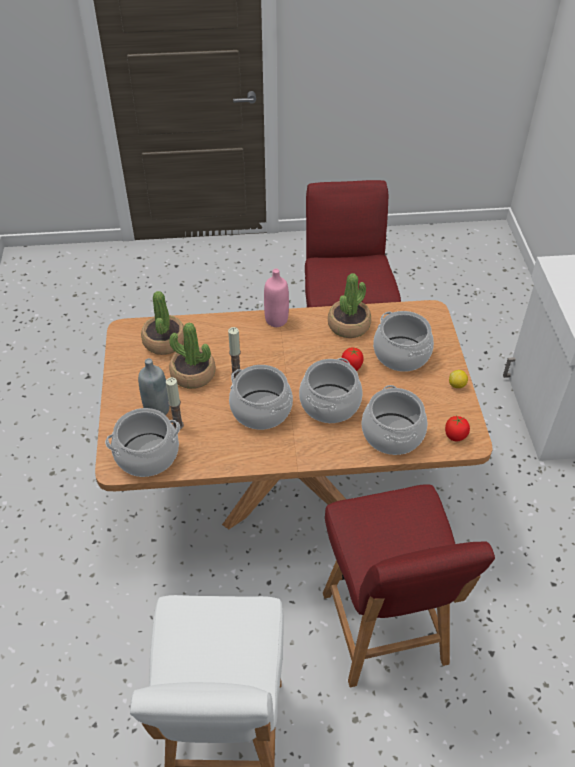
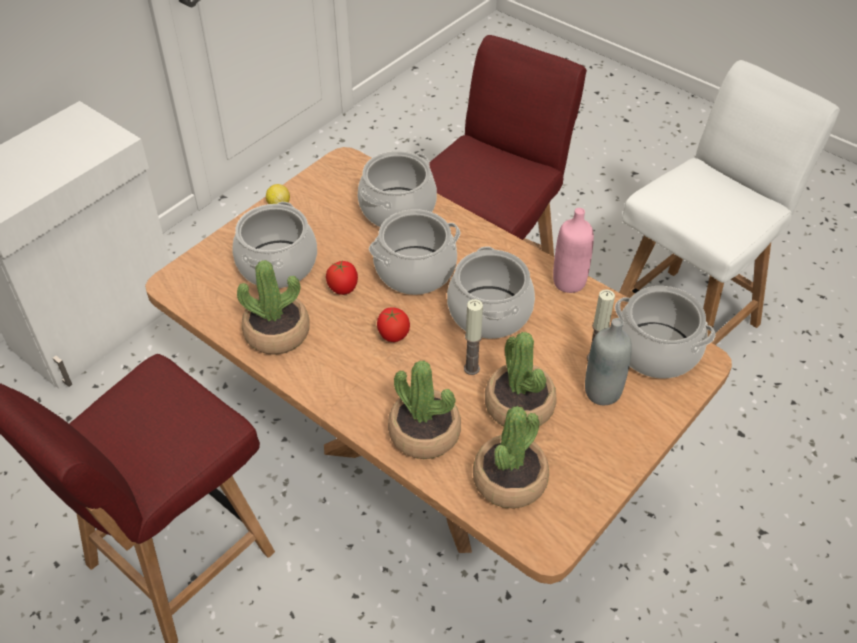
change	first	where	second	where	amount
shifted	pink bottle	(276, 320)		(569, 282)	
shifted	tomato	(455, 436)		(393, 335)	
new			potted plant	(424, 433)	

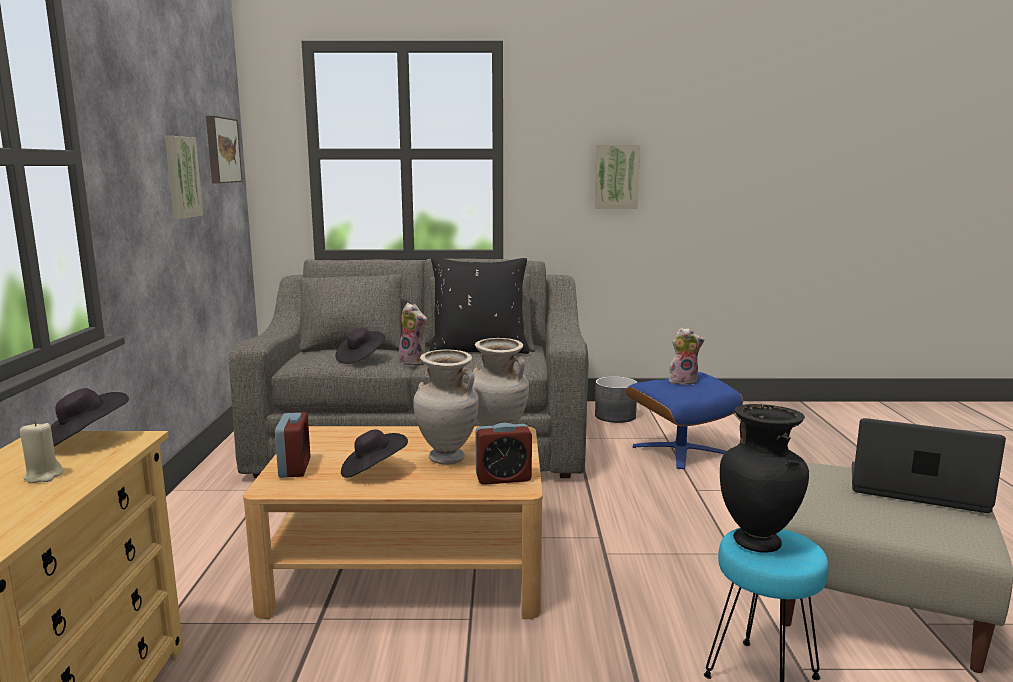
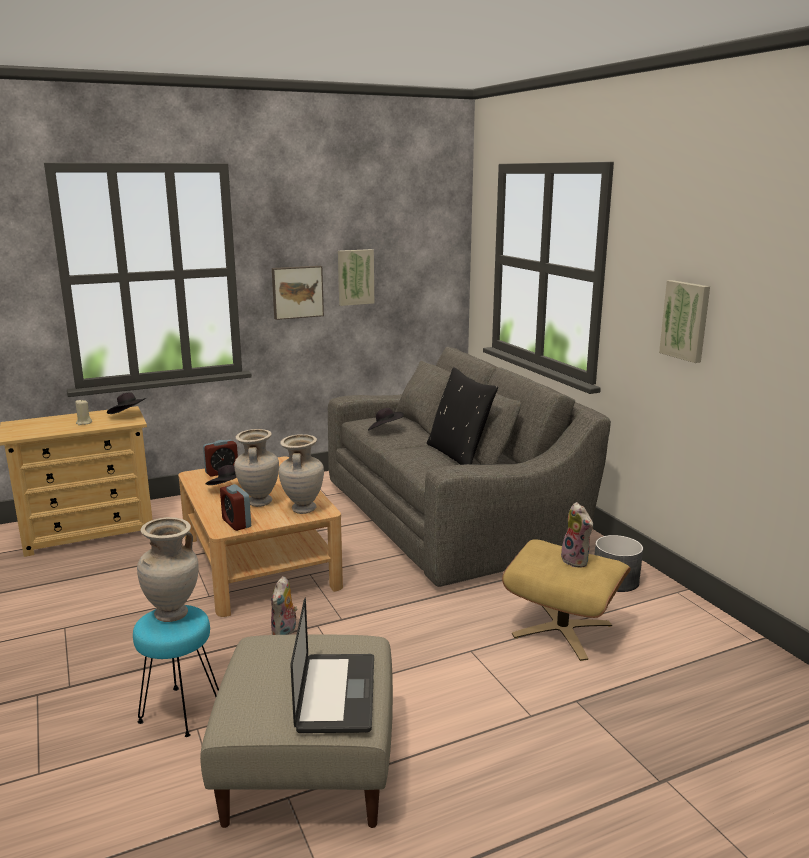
change	first	where	second	where	amount
shifted	picture	(221, 150)		(297, 292)	
shifted	plush toy	(415, 362)		(285, 633)	
repainted	blue ottoman	(680, 450)	beige ottoman	(562, 629)	
repainted	black vase	(758, 542)	beige vase	(173, 615)	

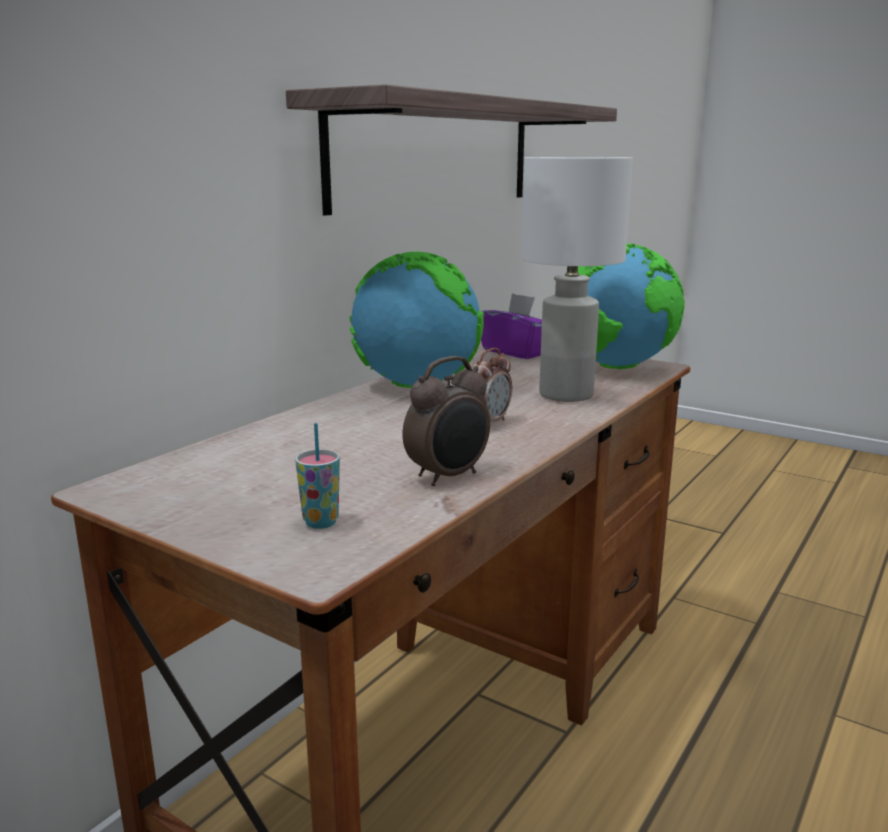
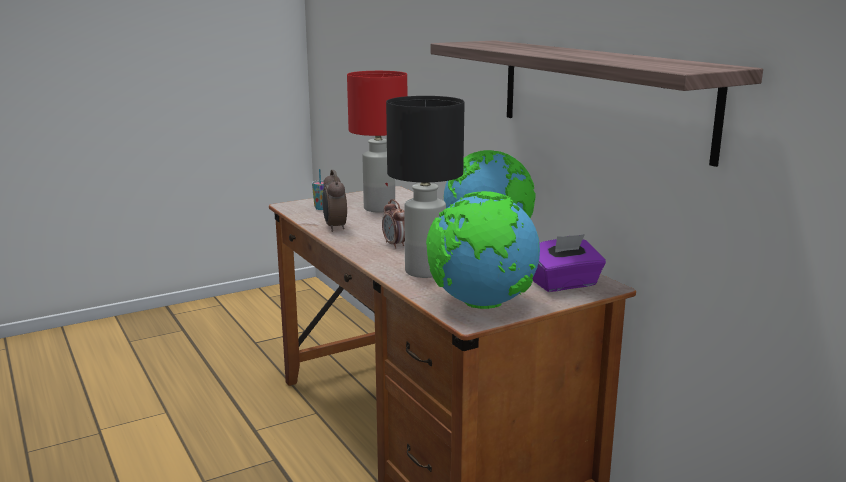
change	first	where	second	where	amount
repainted	white table lamp	(567, 395)	black table lamp	(424, 272)	
new			red table lamp	(379, 208)	

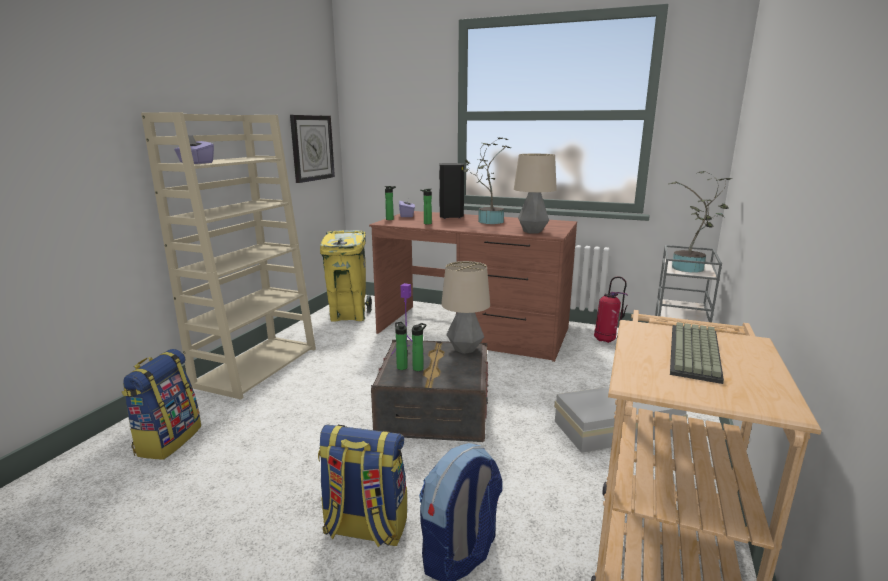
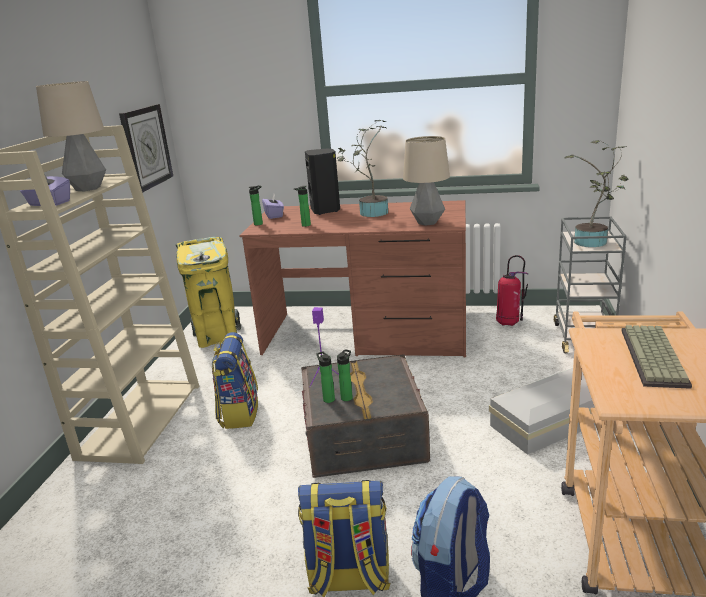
change	first	where	second	where	amount
shifted	table lamp	(464, 349)		(87, 188)	
shifted	backpack	(168, 440)		(239, 413)	

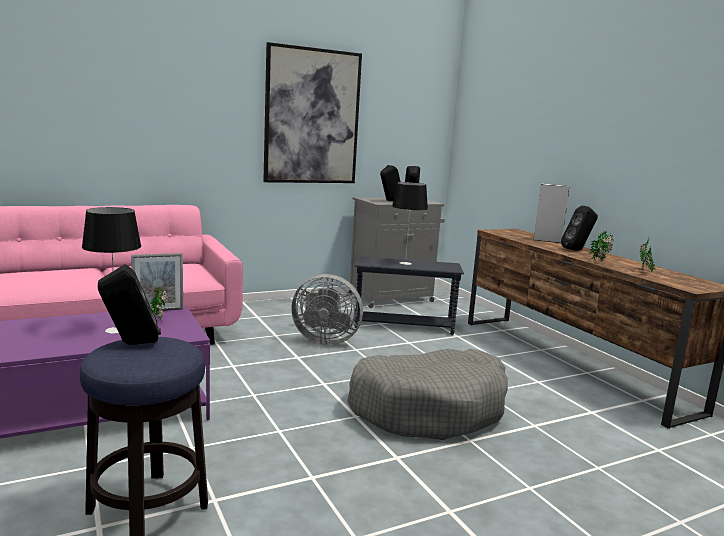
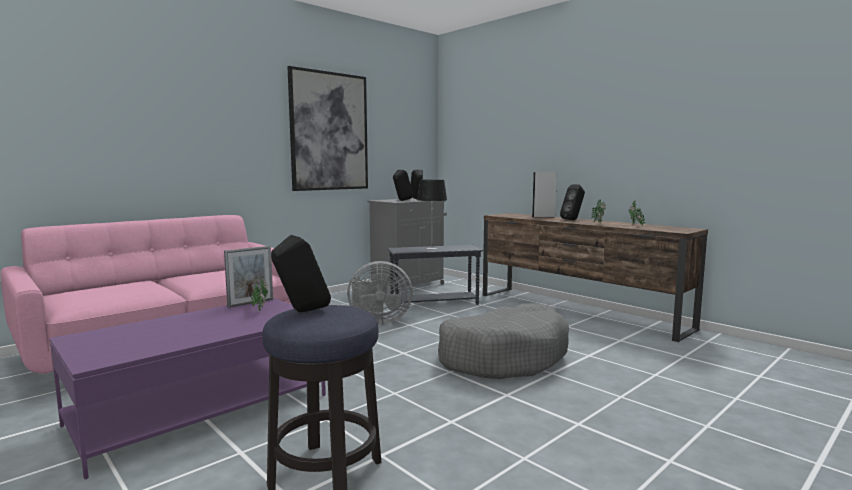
change	first	where	second	where	amount
gone	table lamp	(115, 330)			

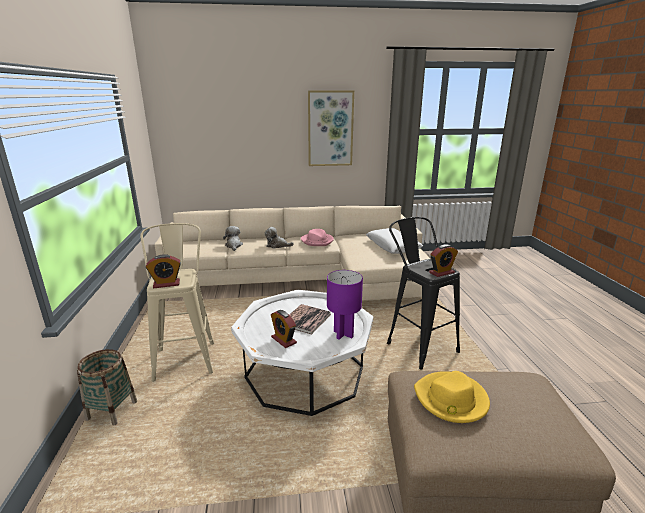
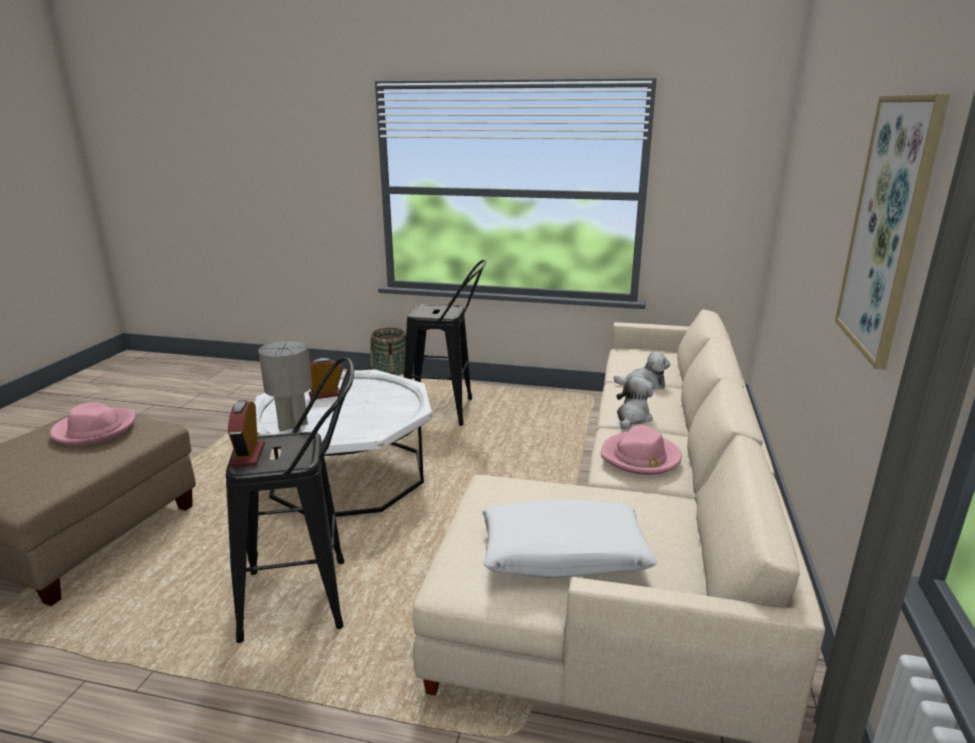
change	first	where	second	where	amount
repainted	beige stool	(186, 356)	black stool	(447, 411)	
gone	alarm clock	(166, 284)			
repainted	purple table lamp	(343, 334)	grey table lamp	(293, 426)	
gone	book	(305, 319)			
repainted	yellow hat	(451, 399)	pink hat	(95, 429)	

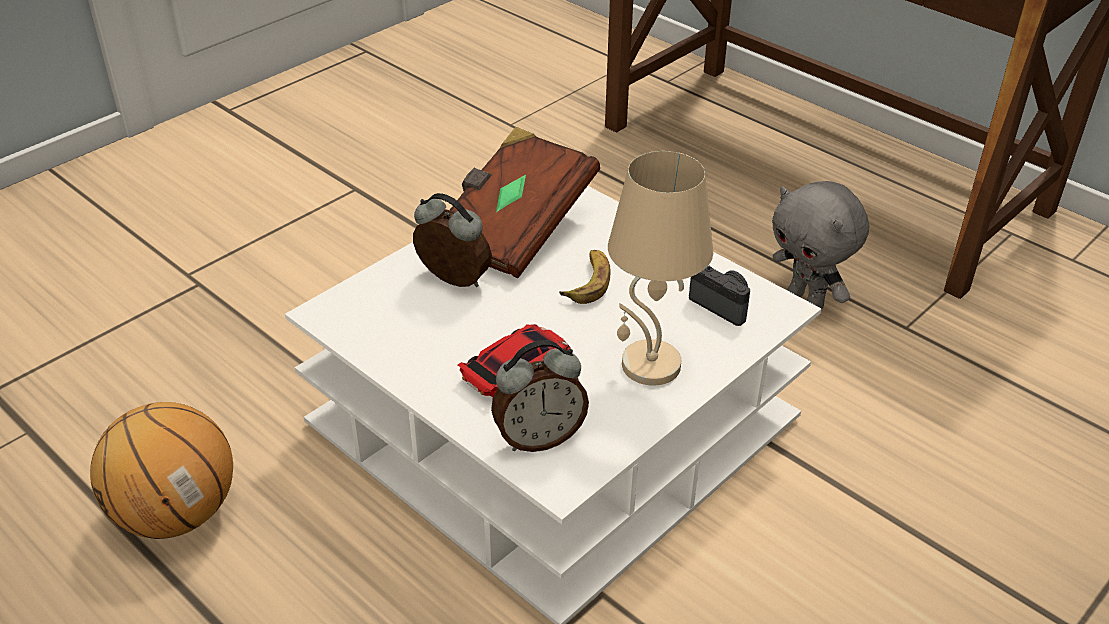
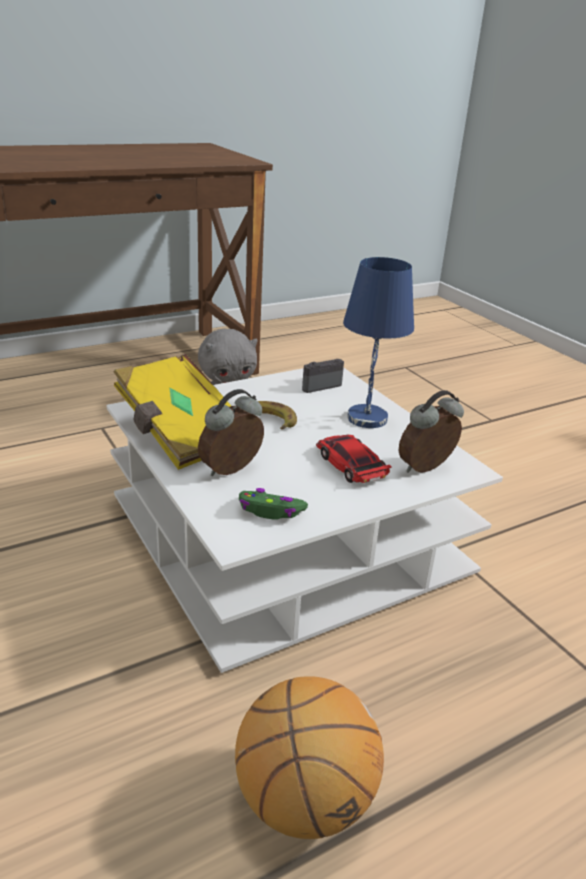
change	first	where	second	where	amount
repainted	brown book	(514, 228)	yellow book	(180, 433)	
repainted	beige table lamp	(649, 366)	blue table lamp	(367, 419)	
rotated	alarm clock	(539, 438)		(426, 469)	120 degrees counterclockwise
new			green game controller	(271, 511)	

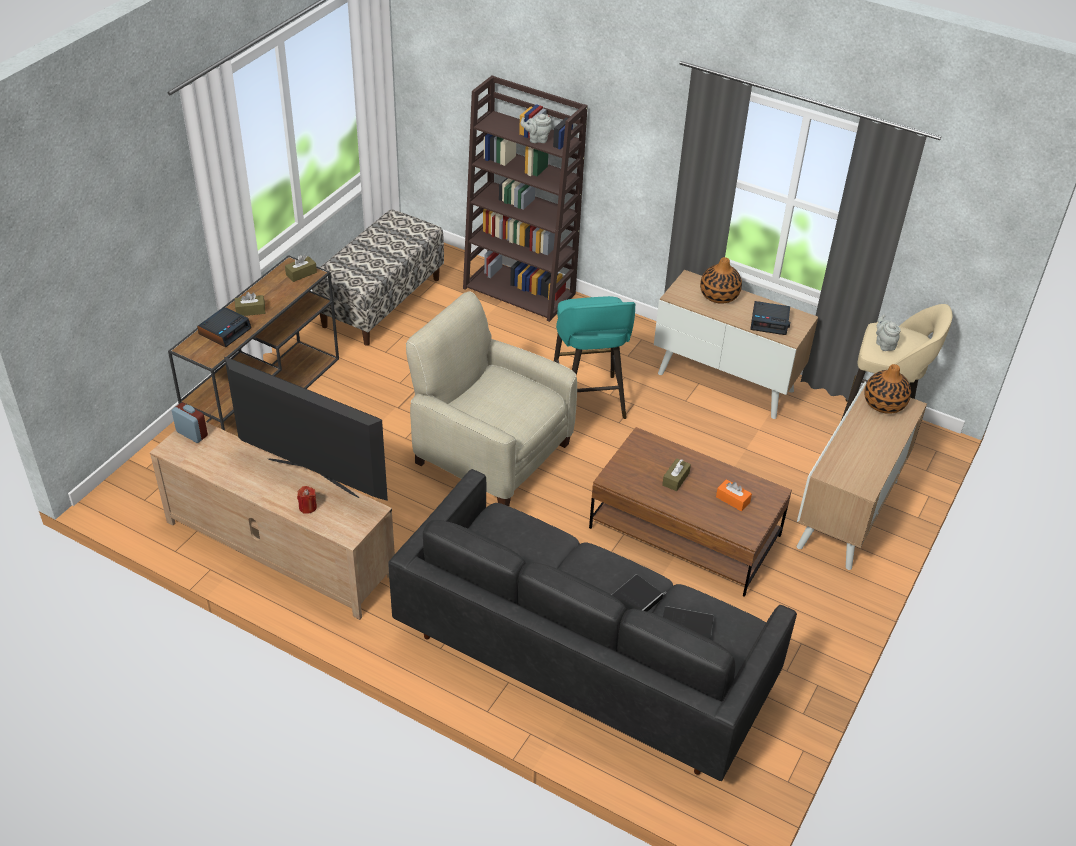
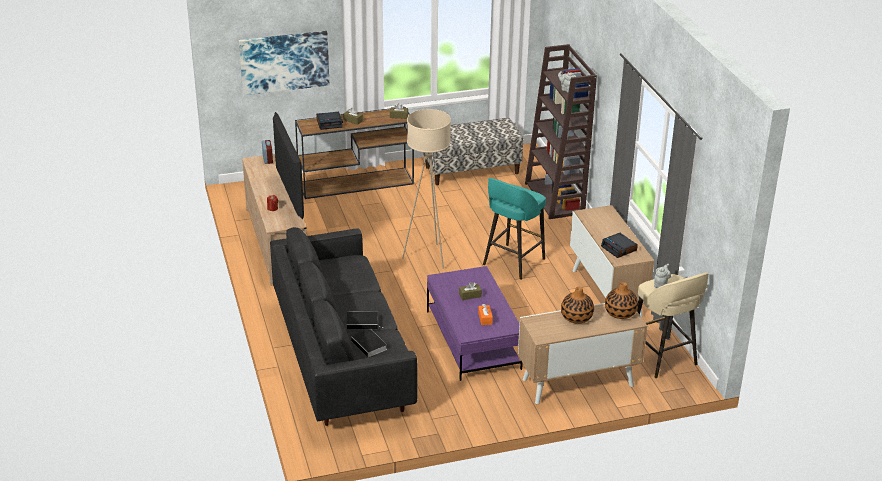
change	first	where	second	where	amount
shifted	vase	(719, 295)		(576, 317)	
swapped	beige armchair	(491, 452)	beige floor lamp	(427, 257)	
repainted	brown coffee table	(684, 532)	purple coffee table	(472, 339)	
new			picture	(284, 62)	

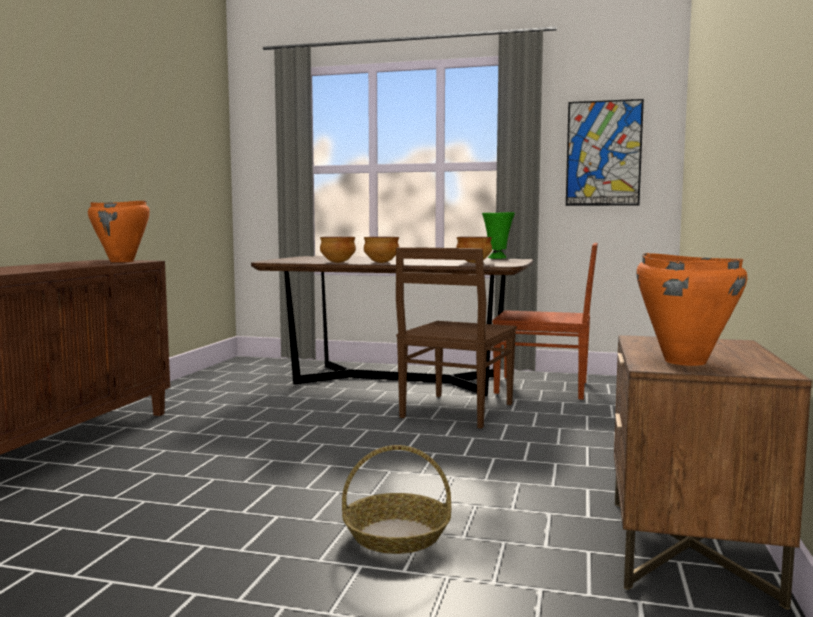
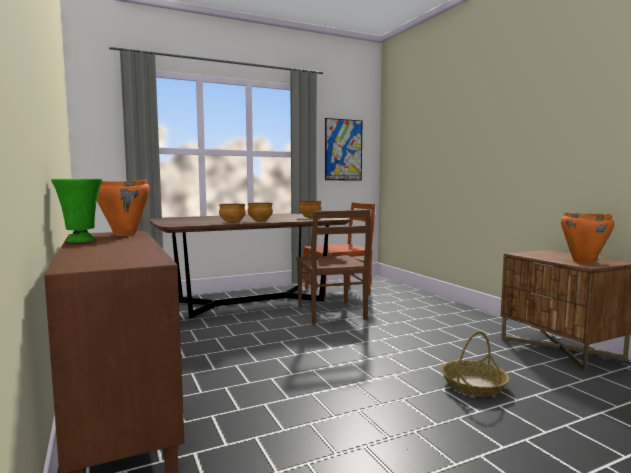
change	first	where	second	where	amount
shifted	green vase	(497, 258)		(81, 241)	

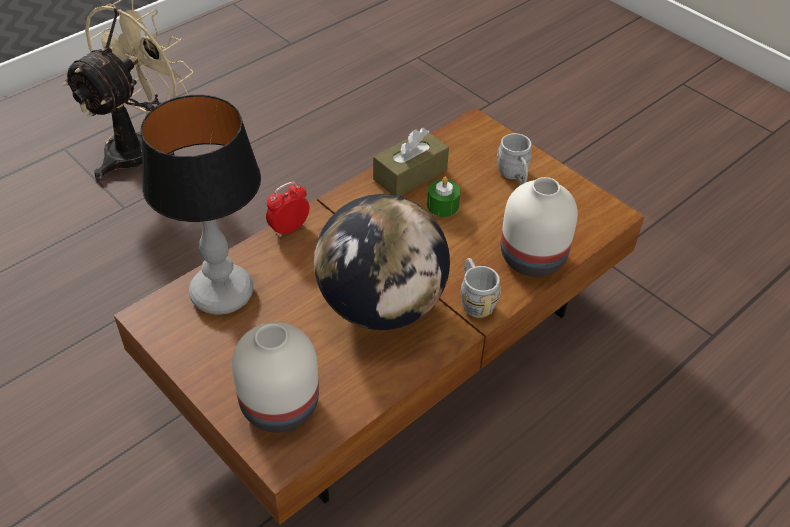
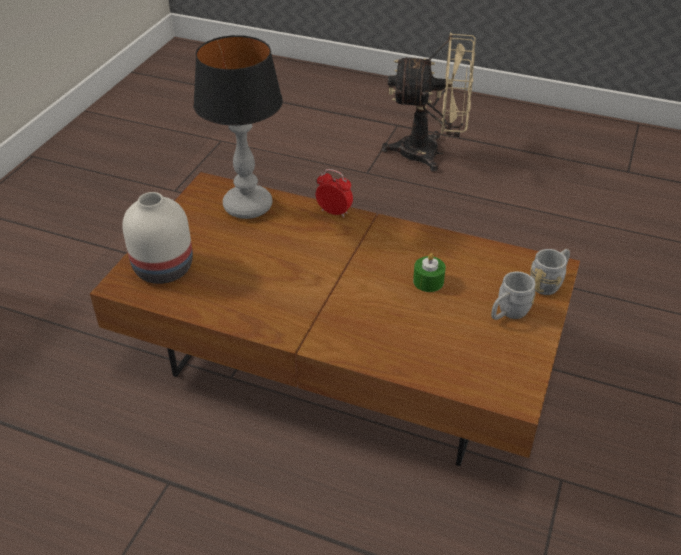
change	first	where	second	where	amount
gone	brown tissue box	(410, 174)			
gone	white vase	(532, 256)			
gone	globe	(381, 306)			
shifted	grey mug	(474, 300)		(549, 283)	

